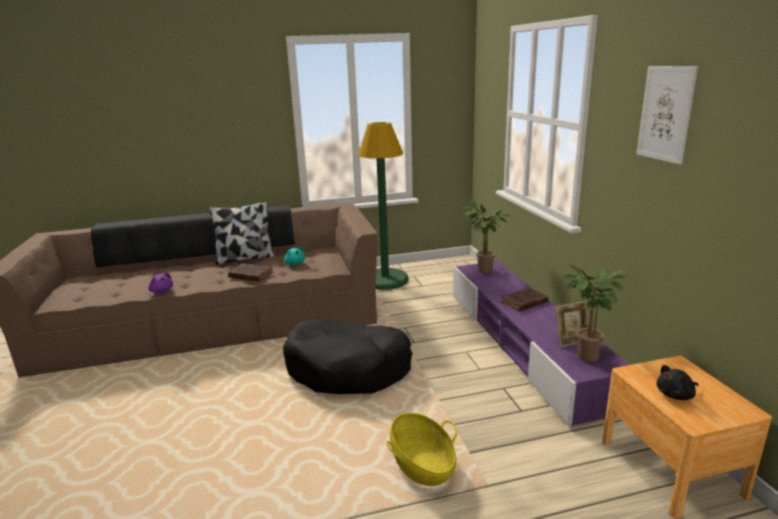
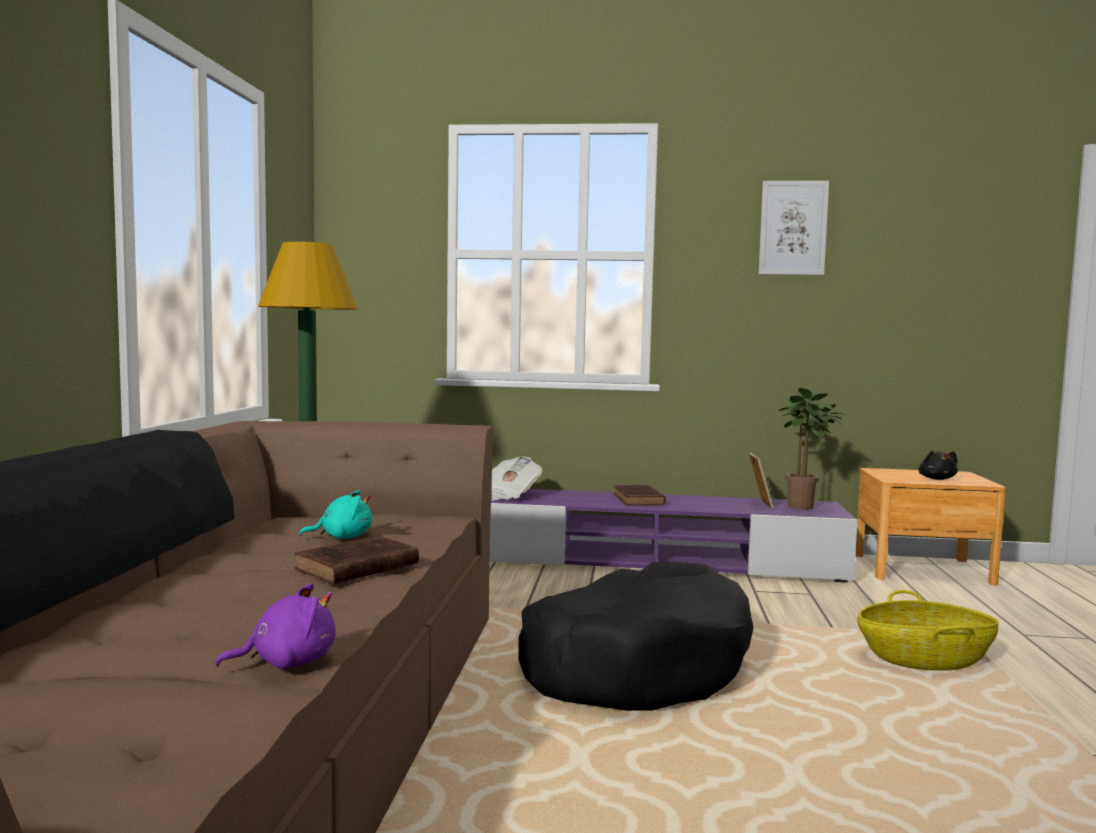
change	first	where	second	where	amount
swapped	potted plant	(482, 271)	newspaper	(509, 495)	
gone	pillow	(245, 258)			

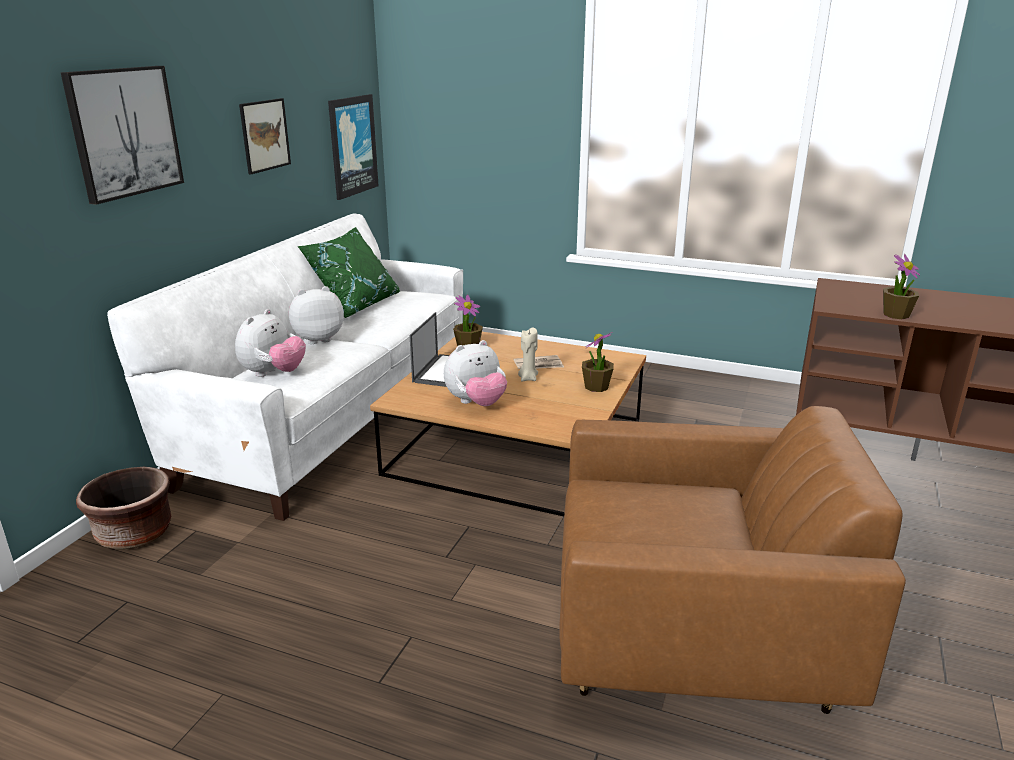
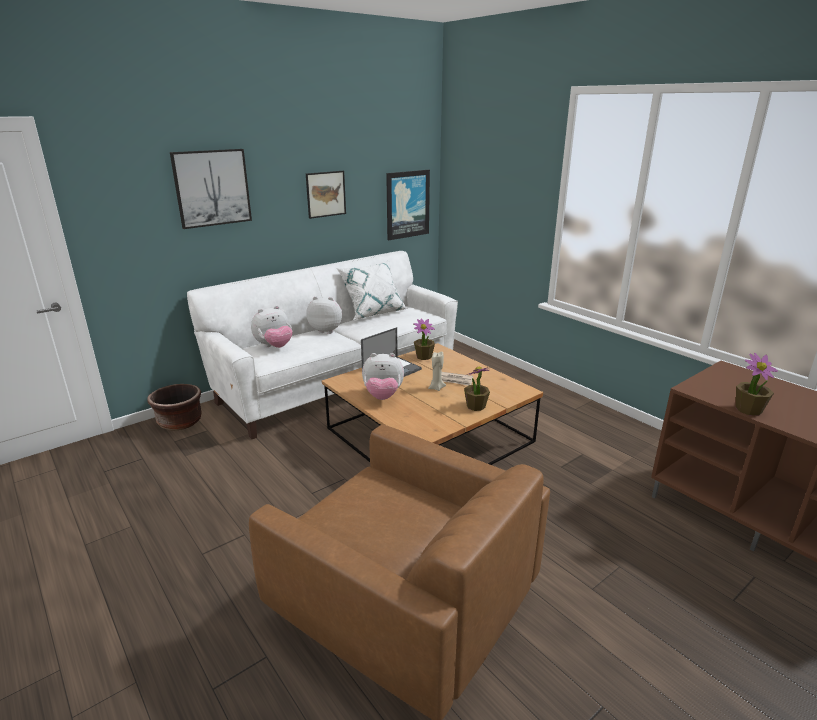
change	first	where	second	where	amount
repainted	green pillow	(355, 305)	white pillow	(373, 312)	

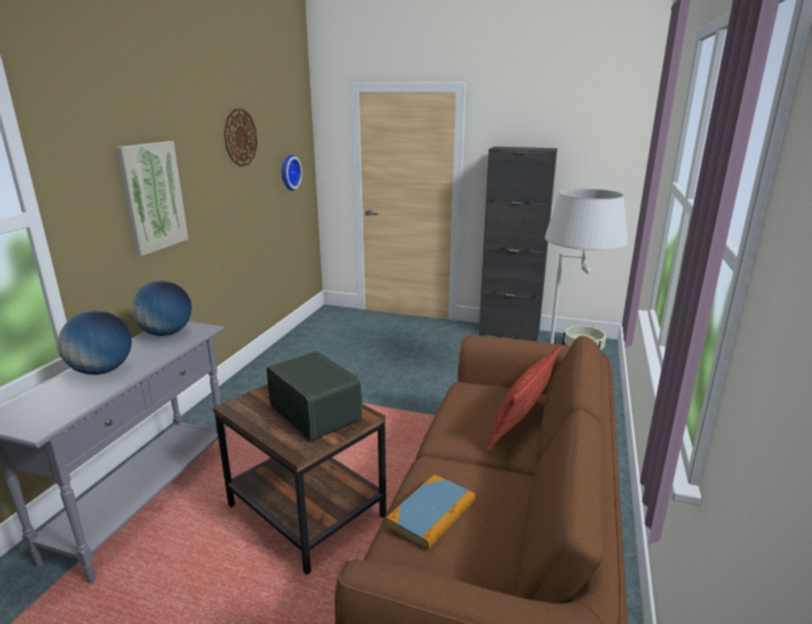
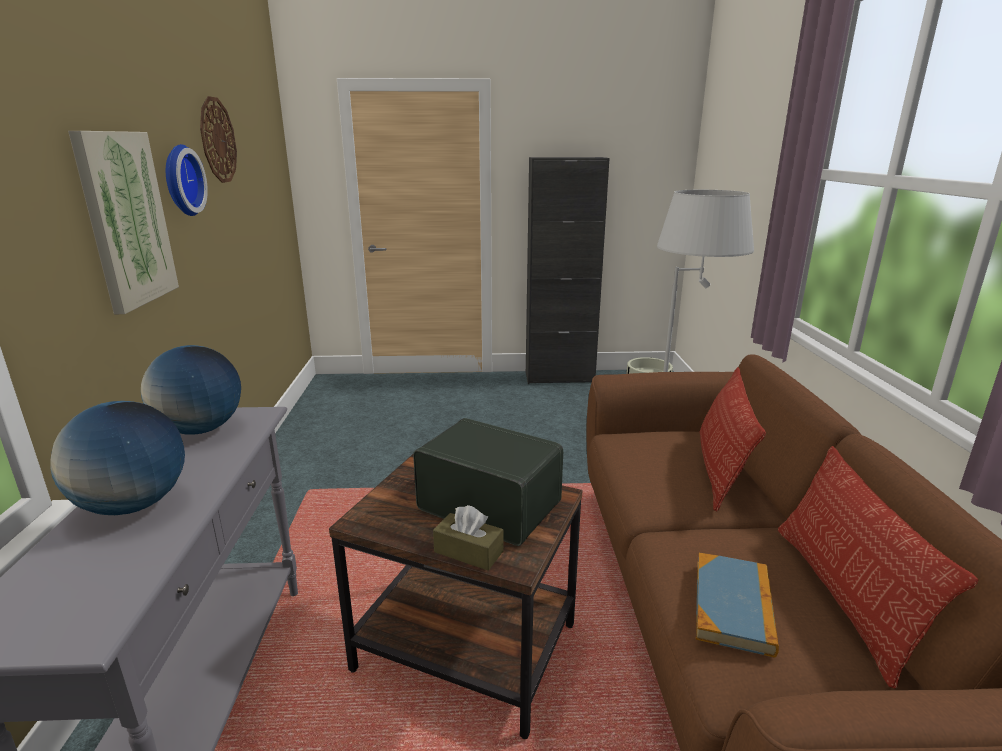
change	first	where	second	where	amount
shifted	wall clock	(289, 172)		(180, 180)	
new			pillow	(842, 597)	
new			brown tissue box	(468, 552)	

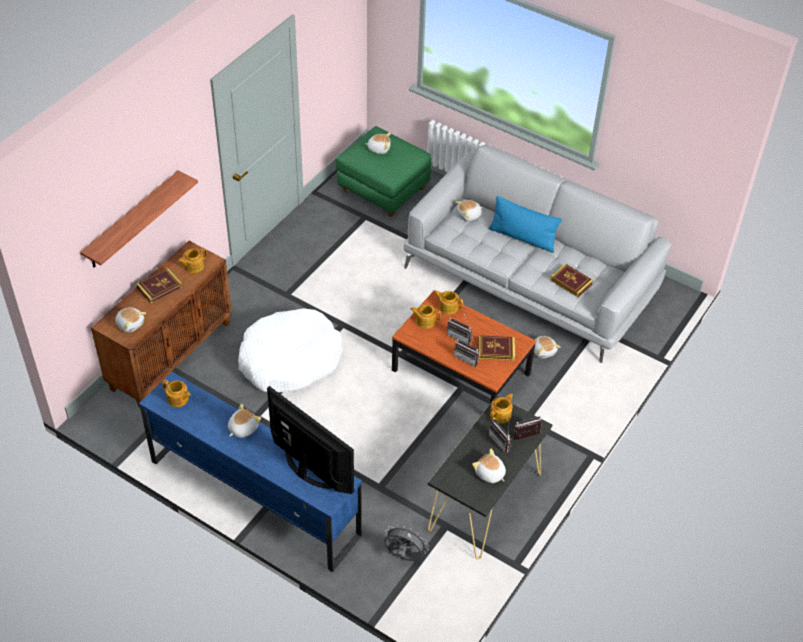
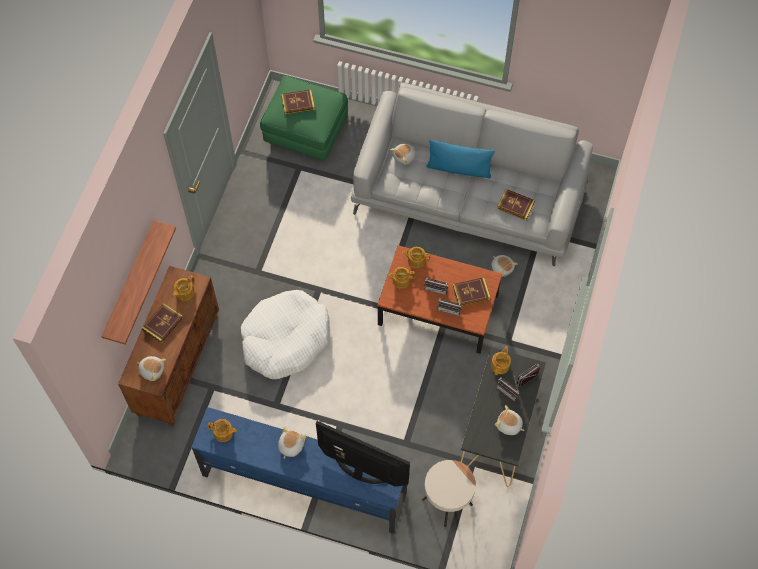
change	first	where	second	where	amount
swapped	plush toy	(379, 148)	book	(298, 103)	
swapped	grey fan	(403, 556)	beige side table	(447, 502)	

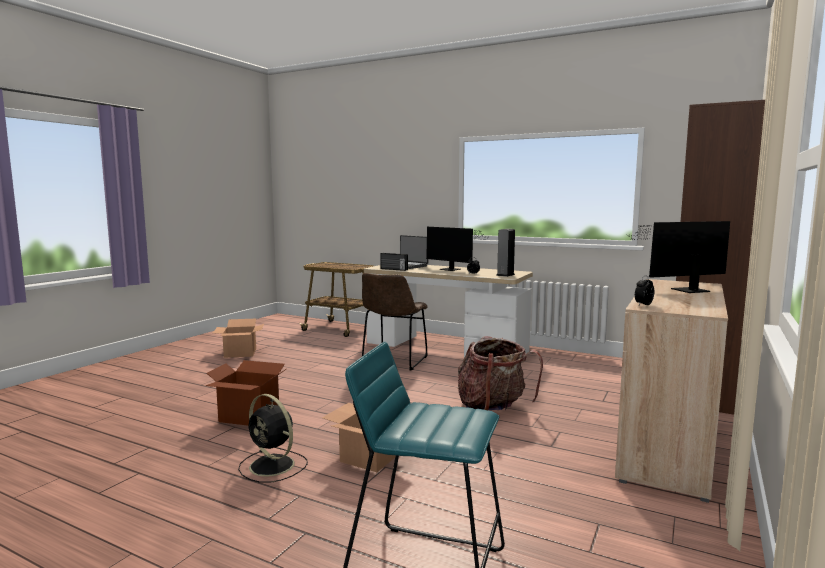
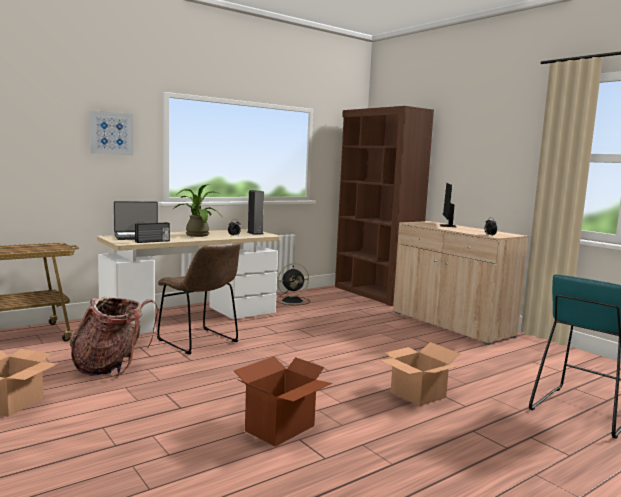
change	first	where	second	where	amount
swapped	monitor	(452, 269)	potted plant	(196, 234)	
shifted	backpack	(493, 408)		(111, 367)	
shifted	black fan	(273, 466)		(293, 301)	
new			picture	(111, 133)	

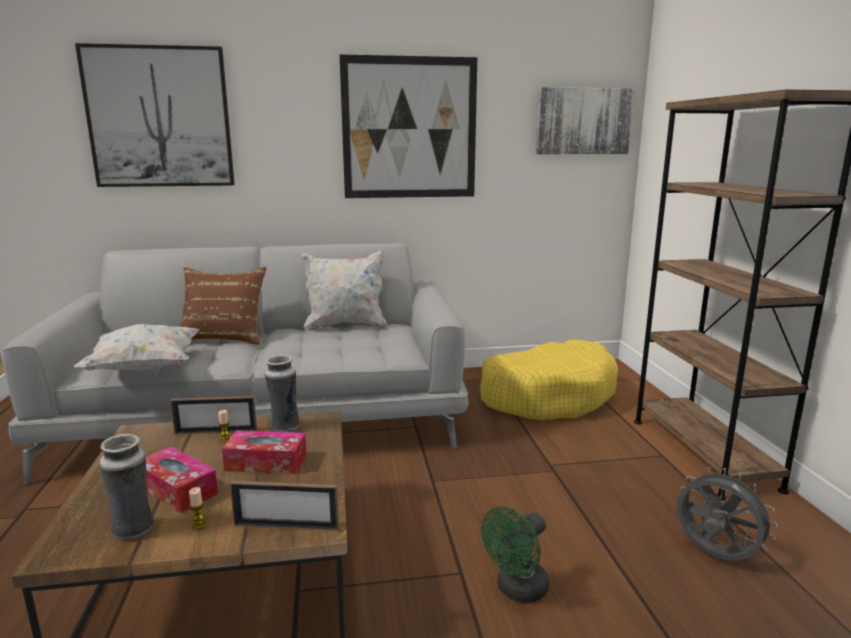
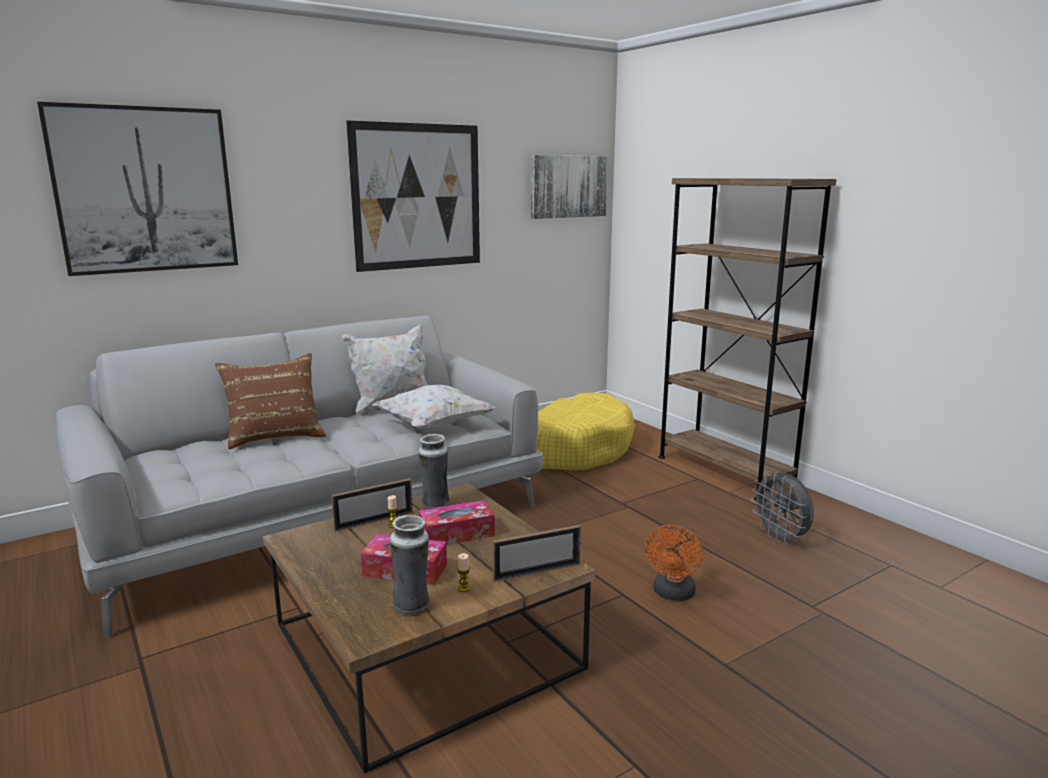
change	first	where	second	where	amount
shifted	white pillow	(144, 368)		(433, 426)	
rotated	grey fan	(714, 555)		(780, 538)	135 degrees counterclockwise
repainted	green fan	(517, 590)	orange fan	(673, 594)	

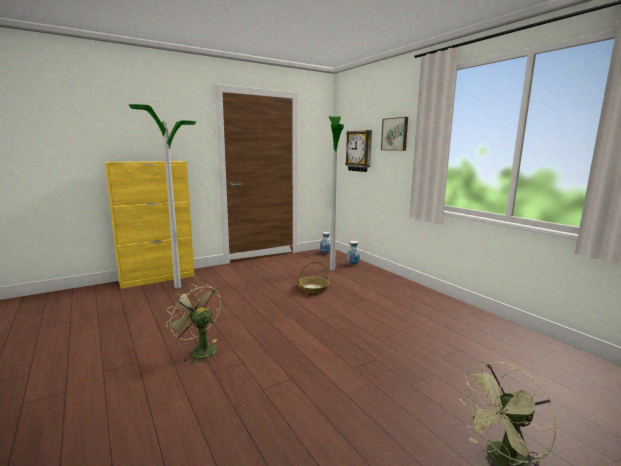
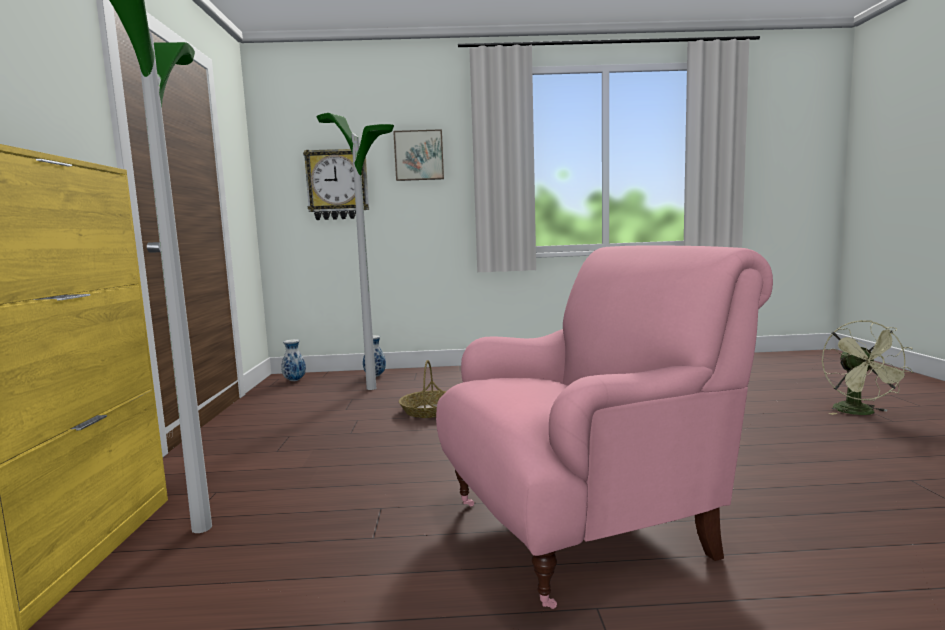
change	first	where	second	where	amount
swapped	green fan	(199, 350)	pink armchair	(584, 528)	

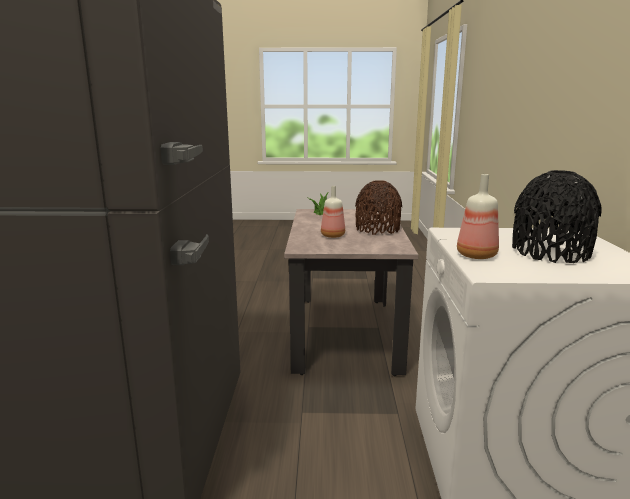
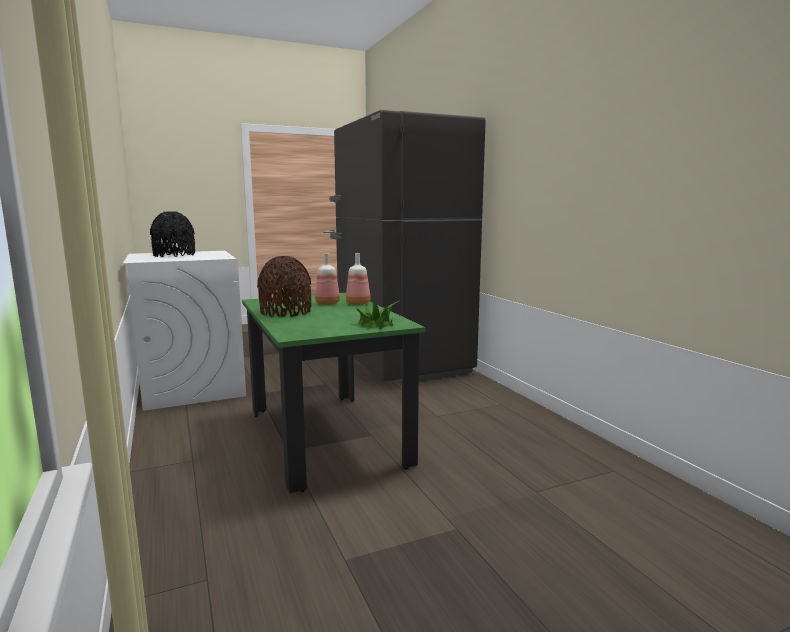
change	first	where	second	where	amount
shifted	bottle	(475, 255)		(359, 303)	
repainted	beige dining table	(344, 333)	green dining table	(326, 436)	

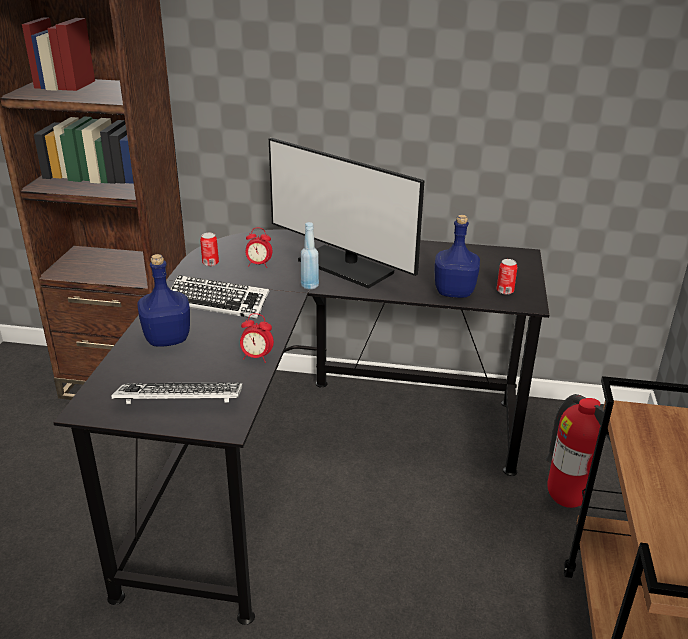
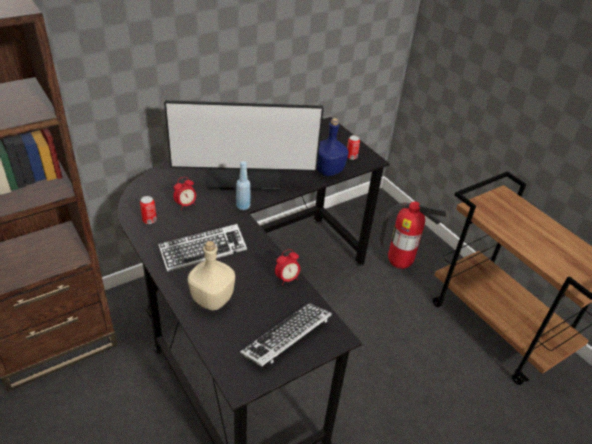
change	first	where	second	where	amount
repainted	blue bottle	(167, 338)	beige bottle	(211, 299)	

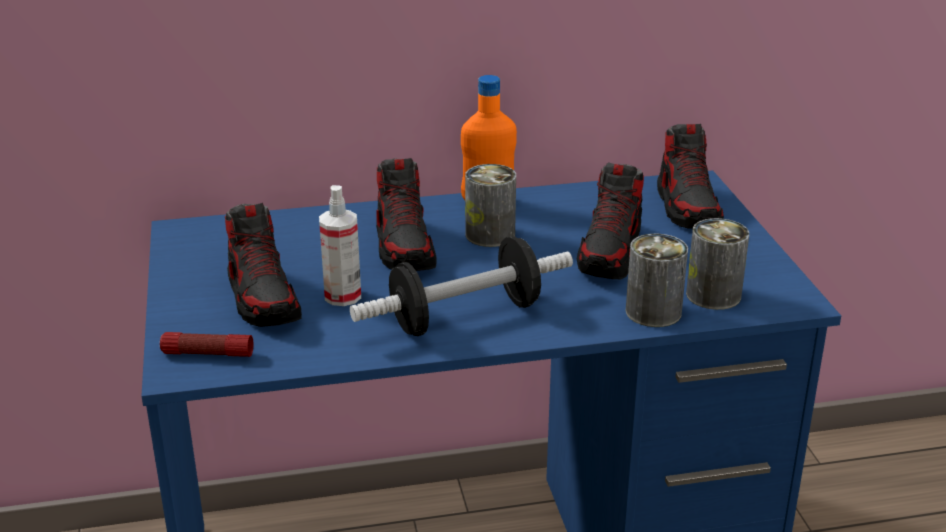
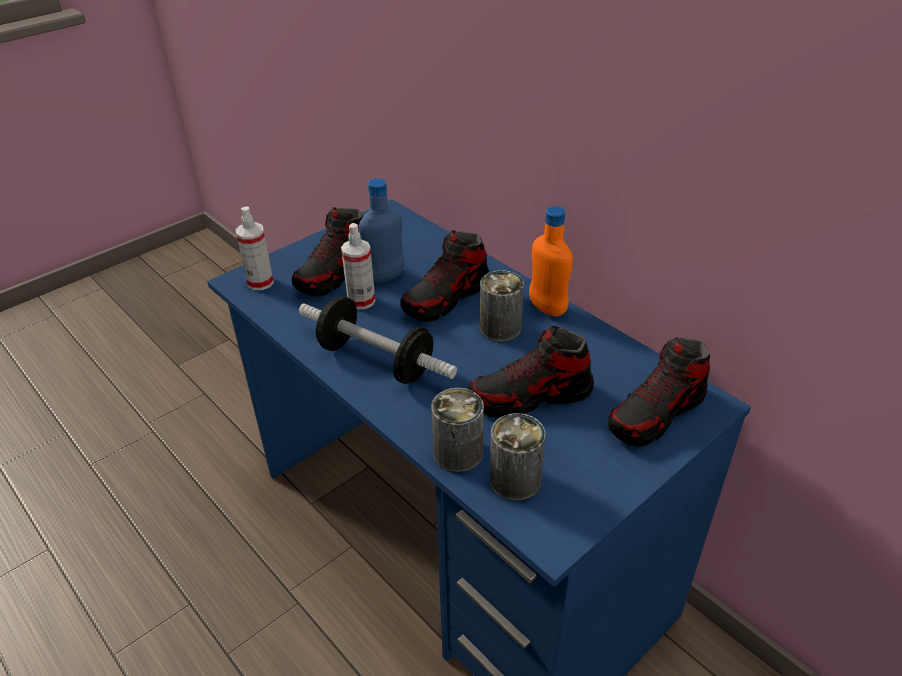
change	first	where	second	where	amount
swapped	flashlight	(207, 354)	spray bottle	(260, 282)	
new			blue bottle	(385, 277)	

